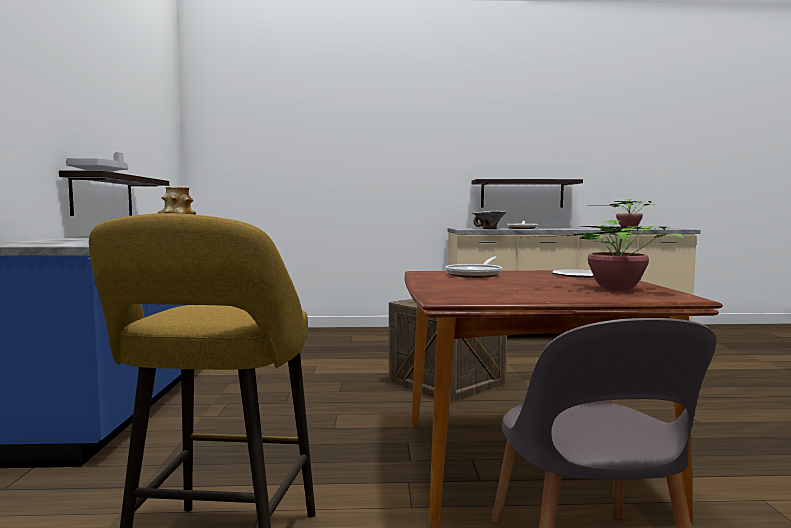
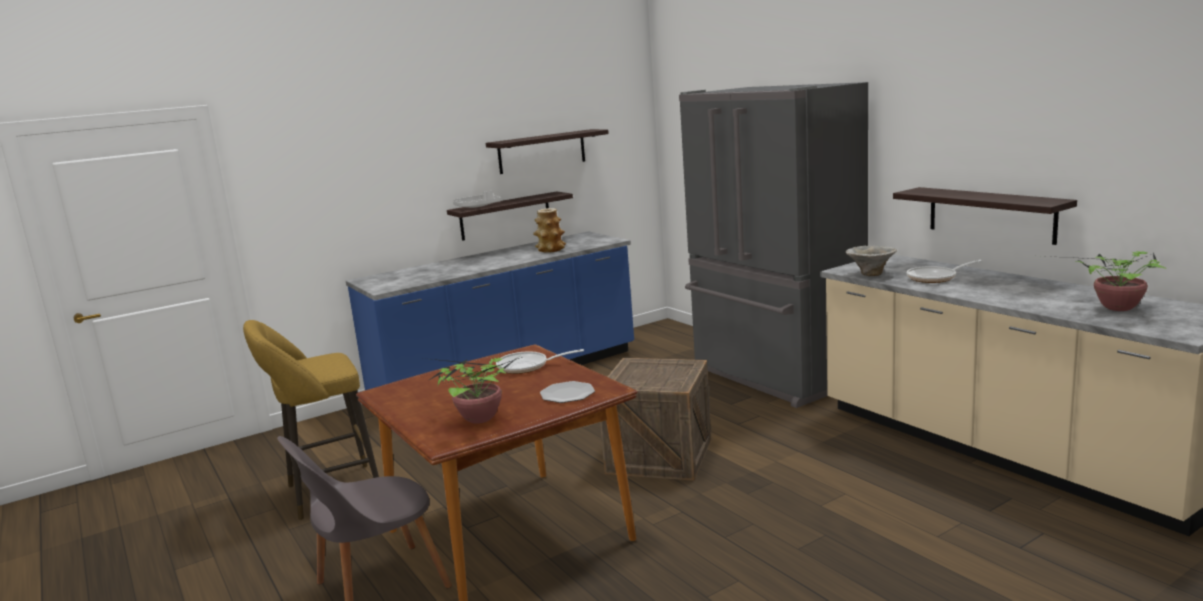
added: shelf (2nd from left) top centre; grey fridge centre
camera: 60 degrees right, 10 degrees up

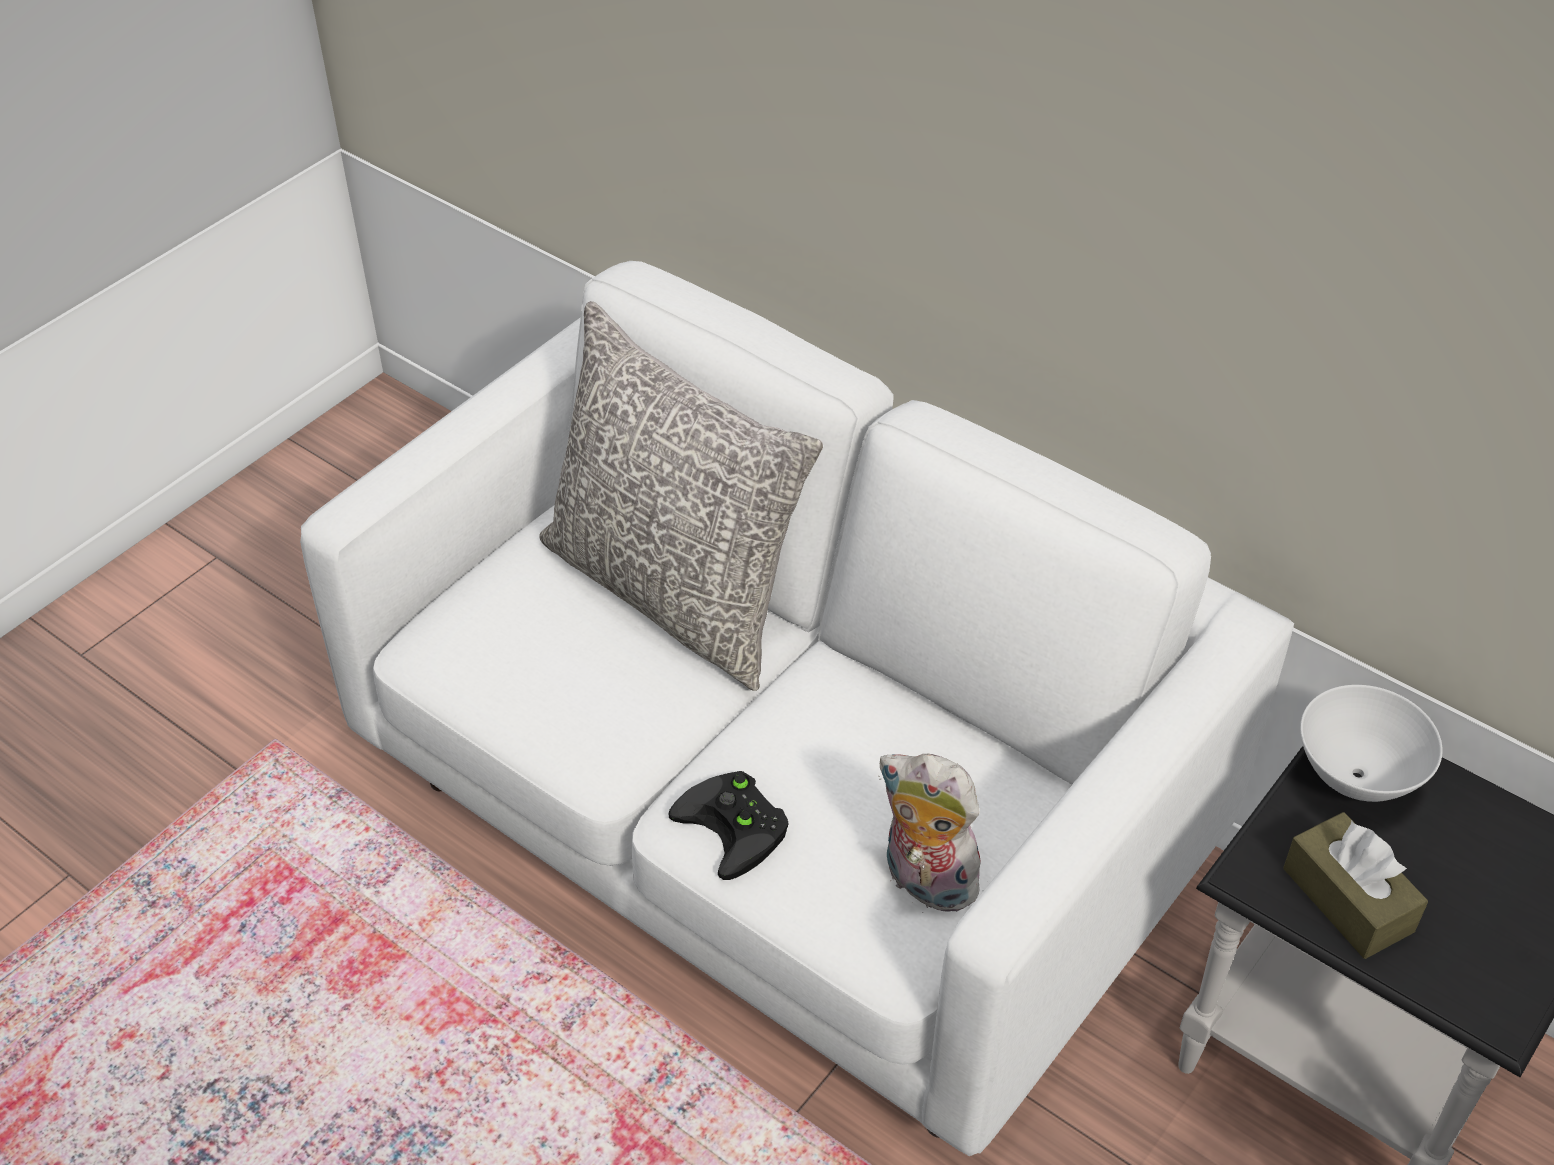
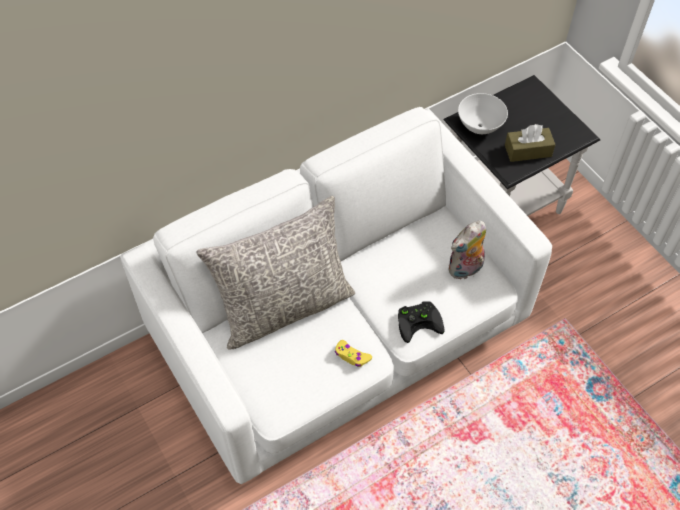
added: yellow game controller bottom centre
camera: 70 degrees left, 10 degrees up

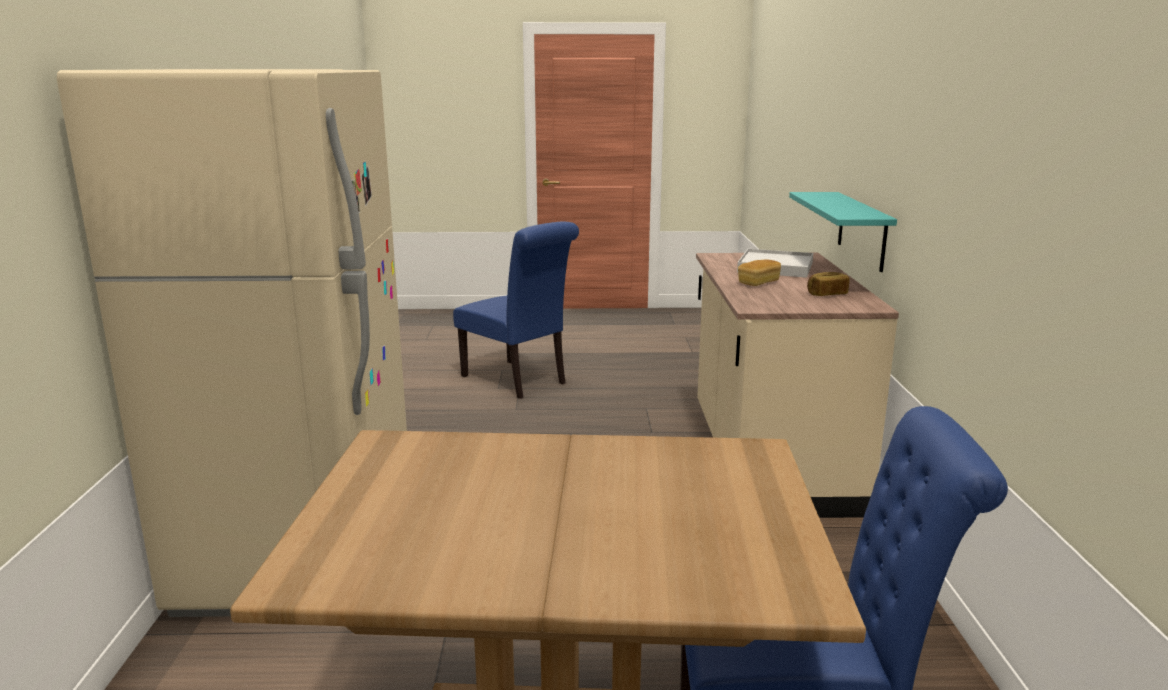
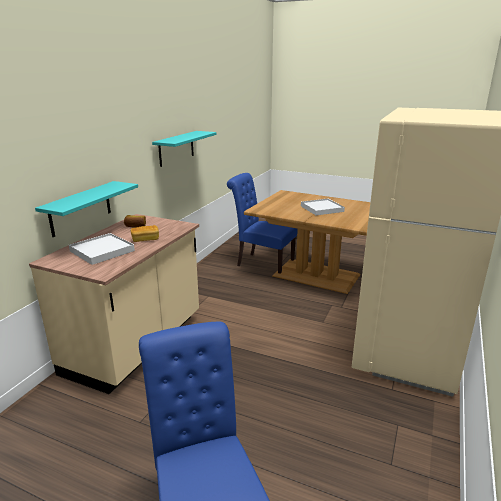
added: turquoise shelf (2nd from left) top centre; white tray (2nd from left) centre
camera: 155 degrees left, 5 degrees up

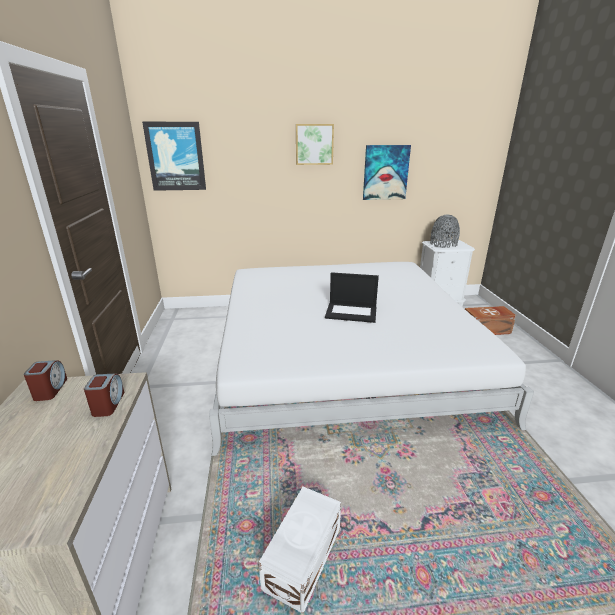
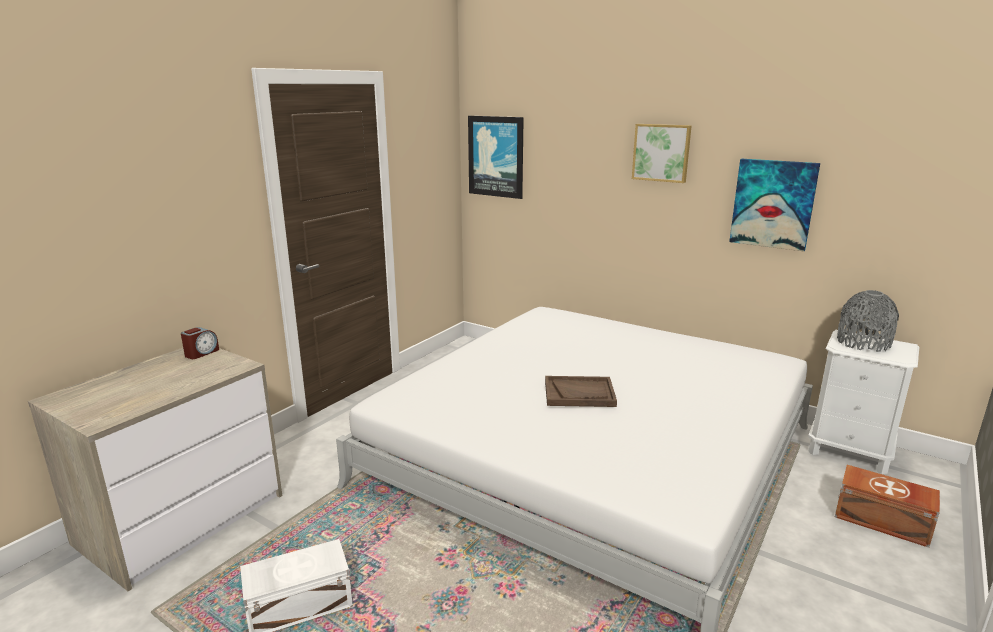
removed: alarm clock (2nd from left) middle left
replaced: laptop centre to brown tray centre
camera: 40 degrees right, 5 degrees down

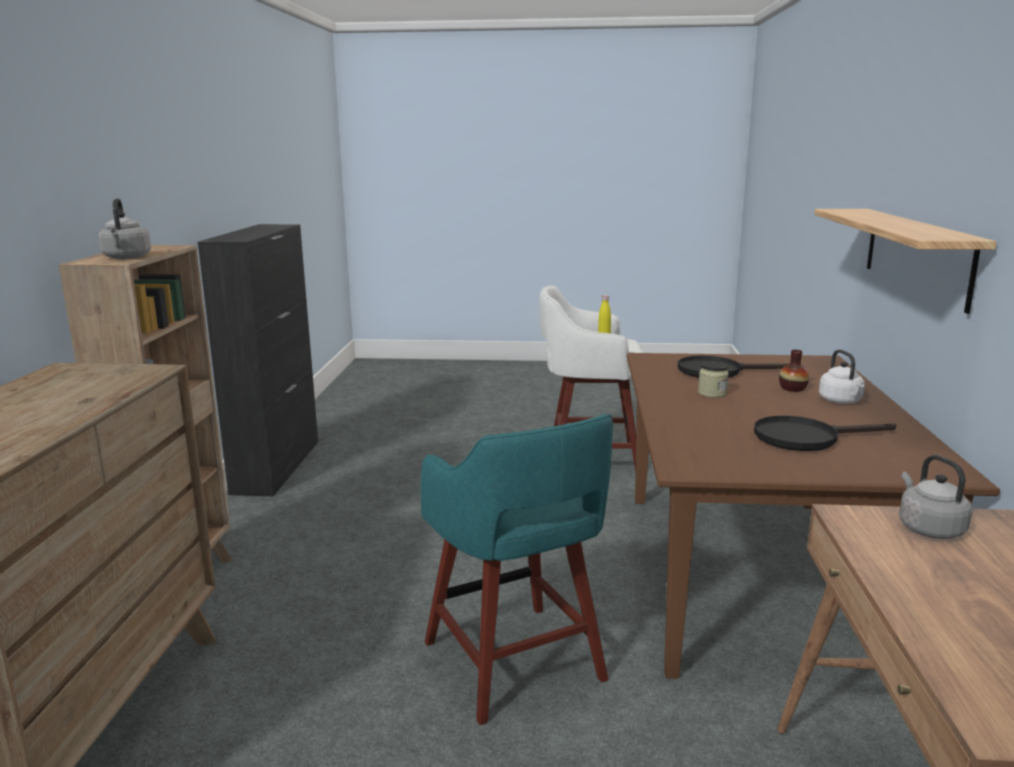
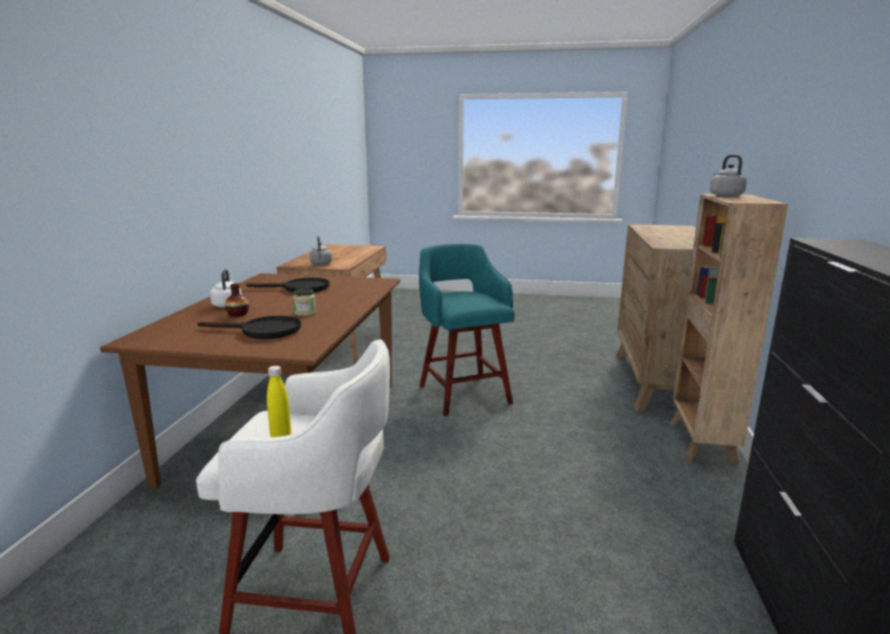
removed: shelf middle right
camera: 175 degrees left, 0 degrees up

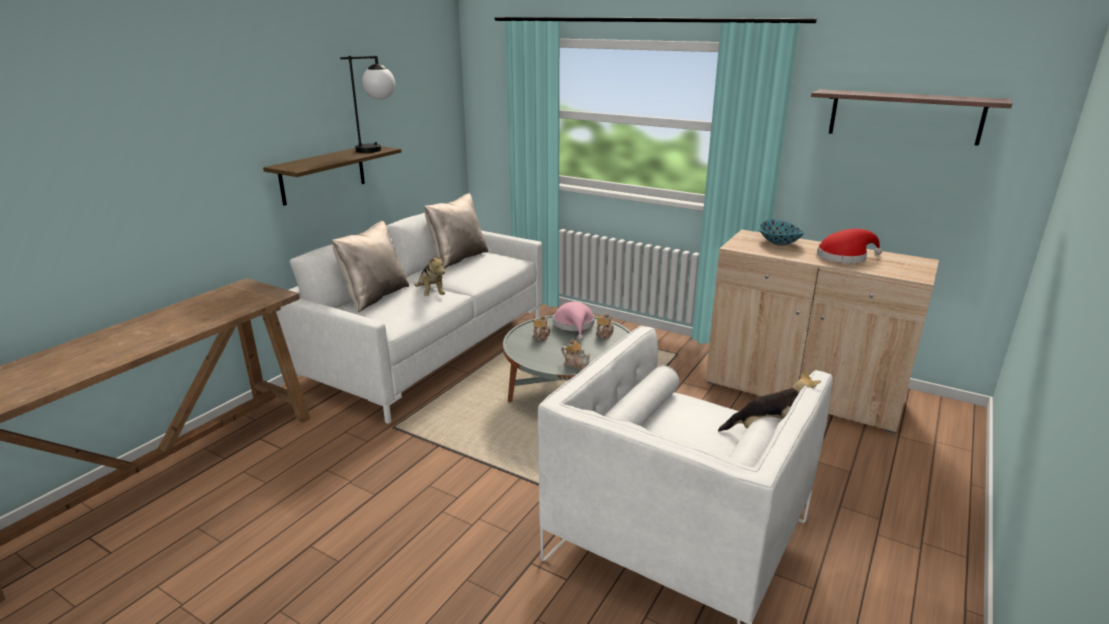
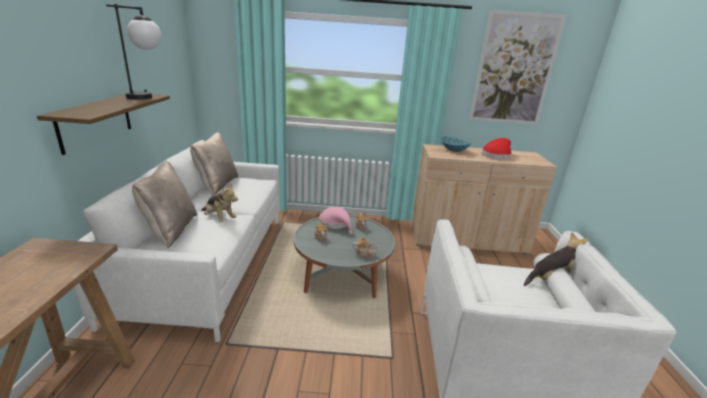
replaced: shelf (2nd from left) top right to picture top right
camera: 30 degrees left, 0 degrees up

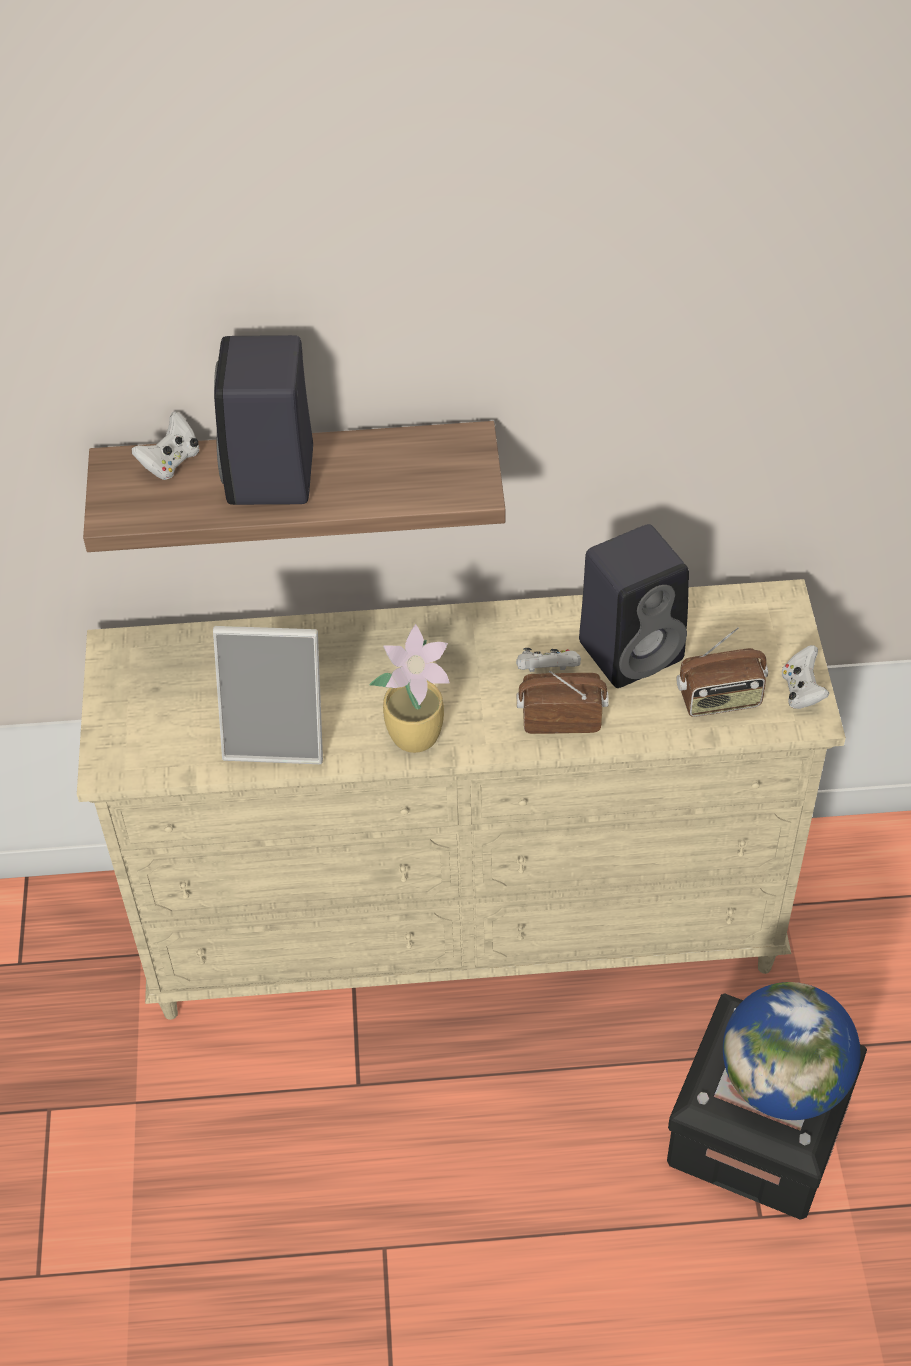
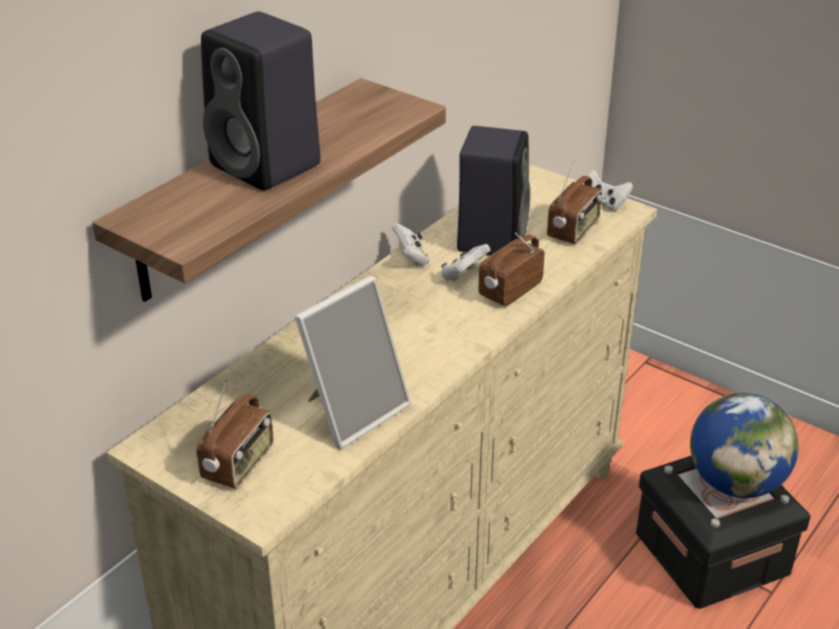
removed: potted plant centre
added: radio (1st from left) bottom left
moved: white game controller (1st from left) top left to centre
camera: 50 degrees left, 15 degrees down

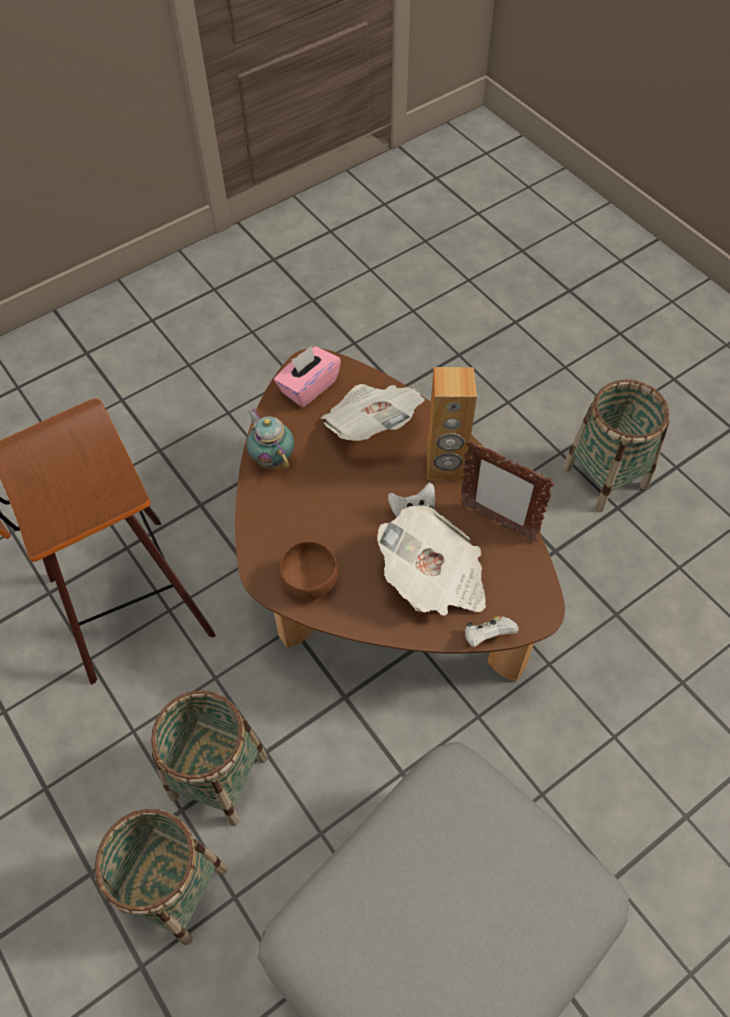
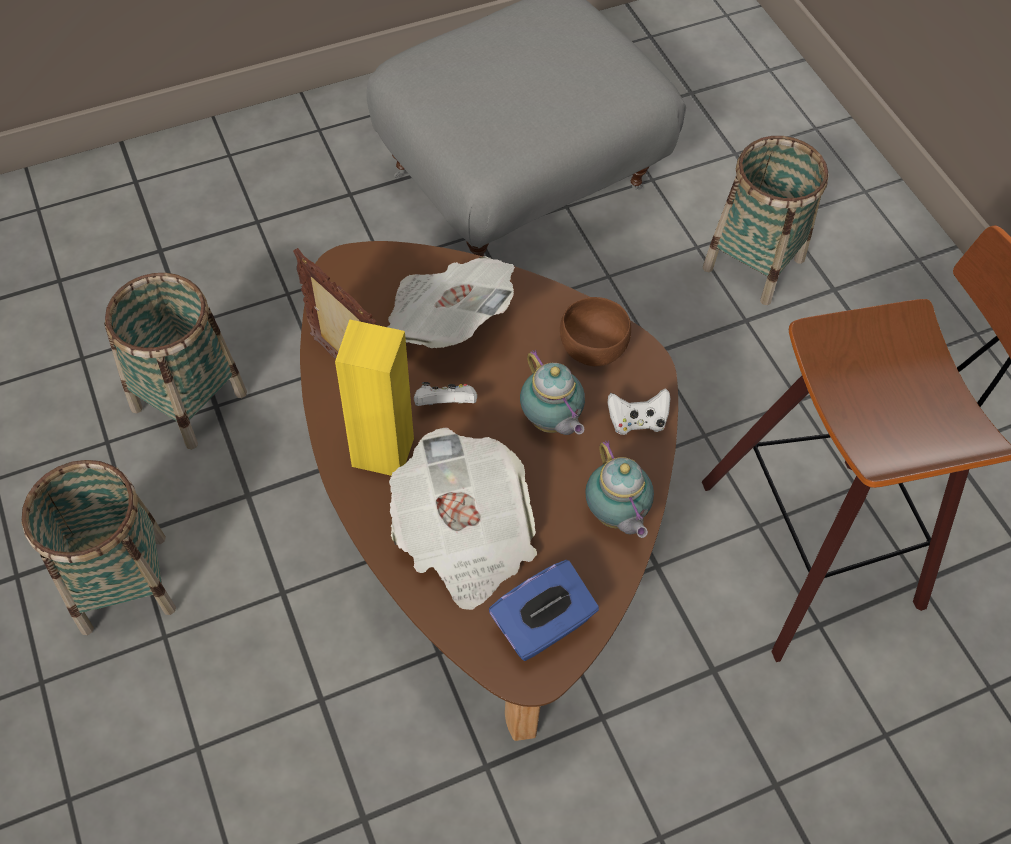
added: teapot (1st from left) centre
moved: basket (2nd from left) bottom left to middle left; white game controller (2nd from left) middle right to centre
recoloured: brown speaker centre to yellow speaker centre; pink tissue box centre to blue tissue box bottom centre
camera: 170 degrees left, 0 degrees up

